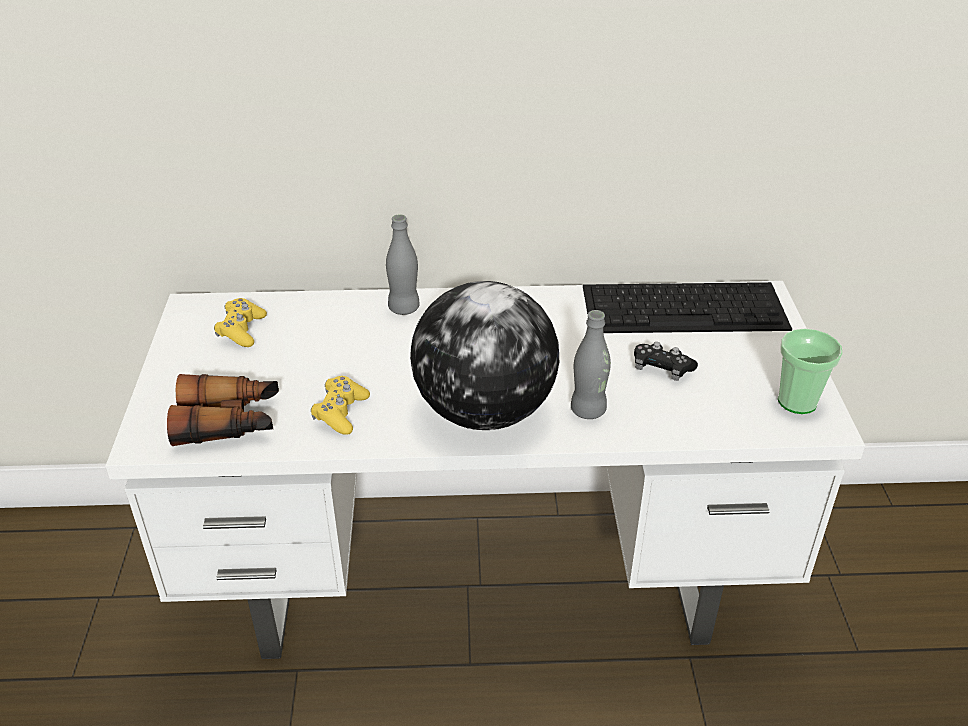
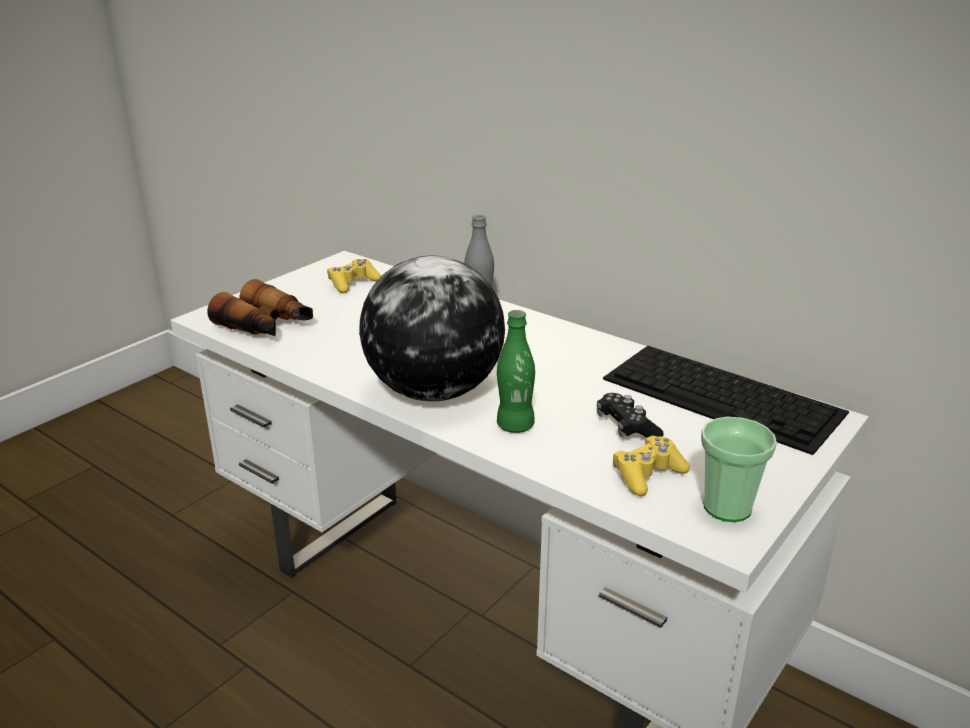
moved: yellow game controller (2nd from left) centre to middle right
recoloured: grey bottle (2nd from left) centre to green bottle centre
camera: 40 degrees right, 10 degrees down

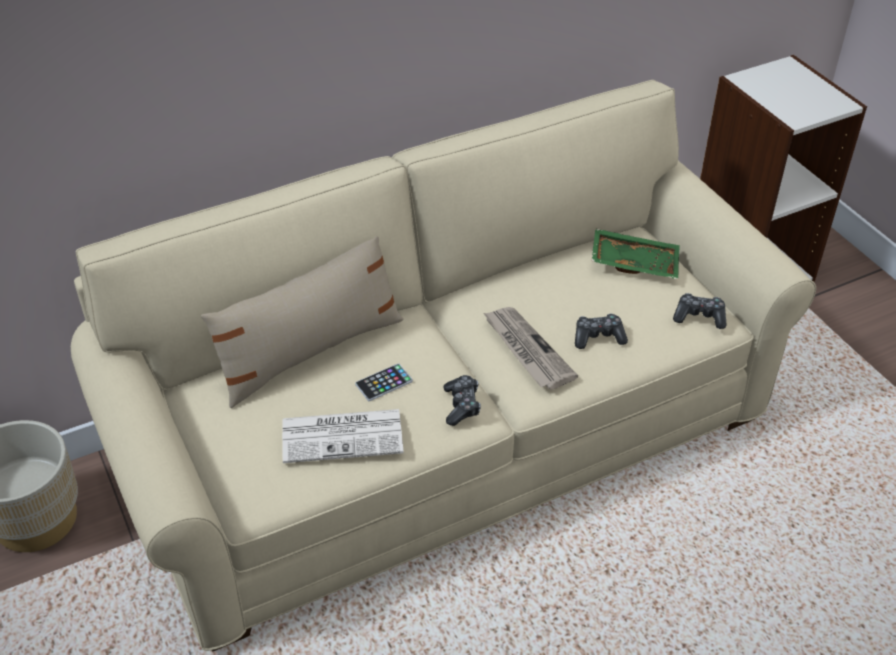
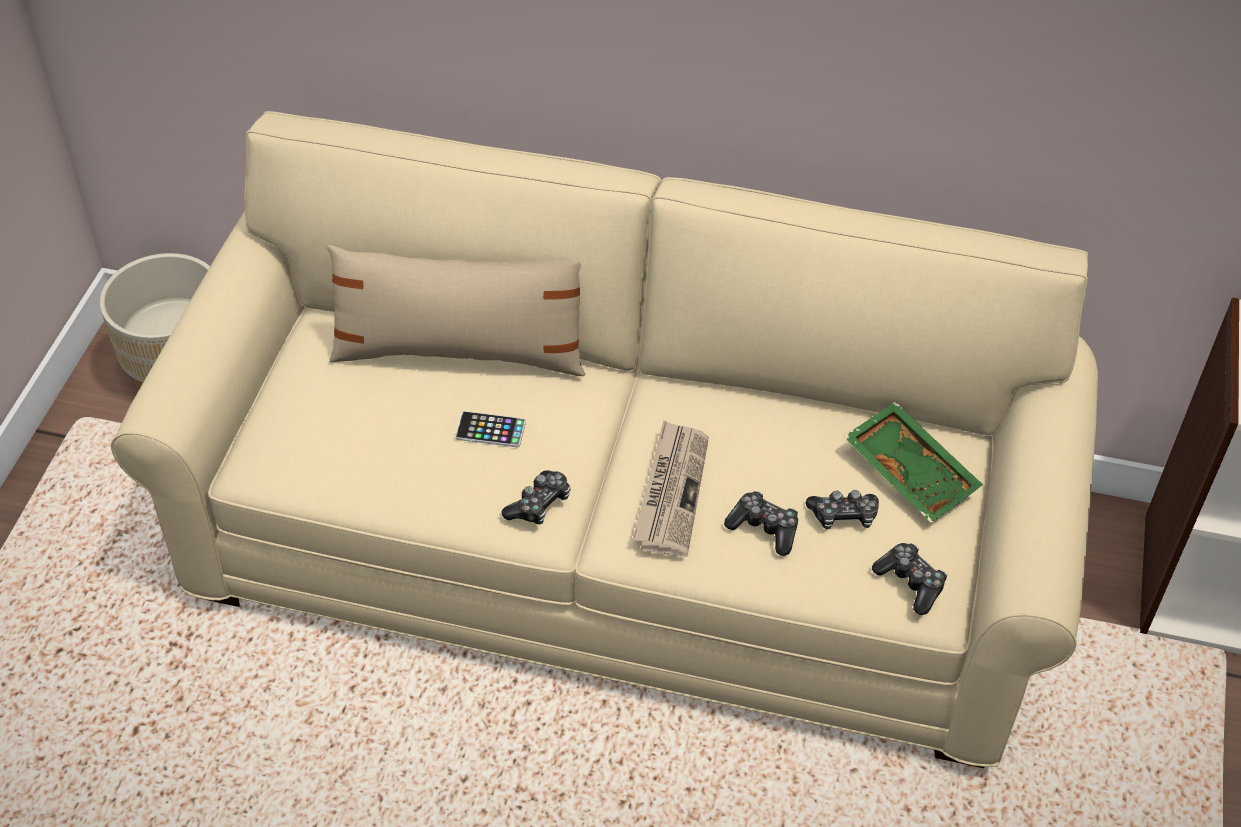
removed: newspaper (1st from left) centre
added: game controller (3rd from left) middle right
camera: 40 degrees right, 5 degrees up

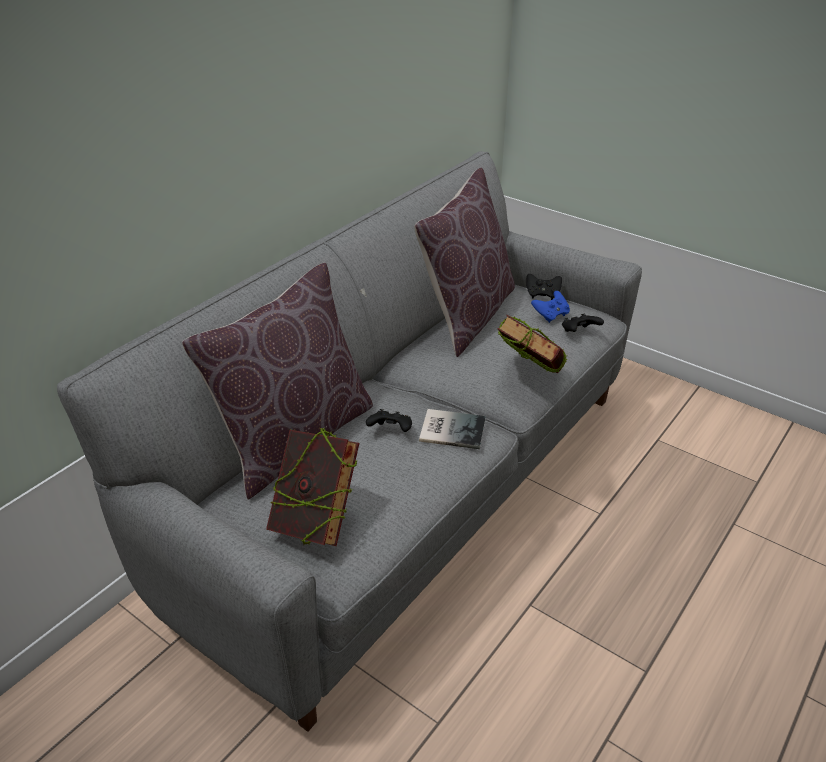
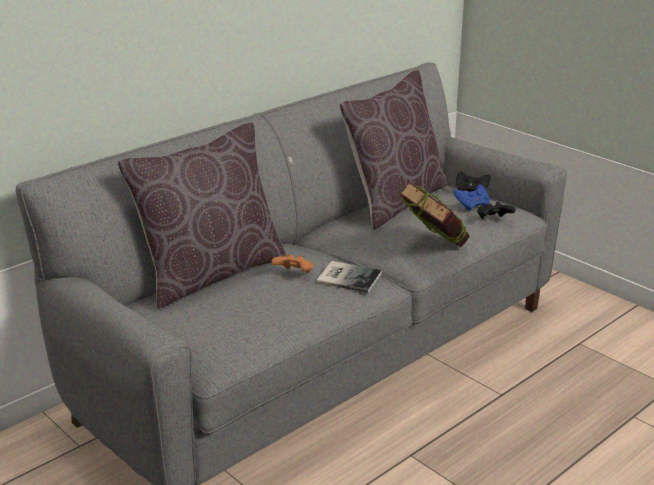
removed: book (1st from left) centre
recoloured: black game controller (1st from left) centre to orange game controller centre
camera: 10 degrees right, 10 degrees down

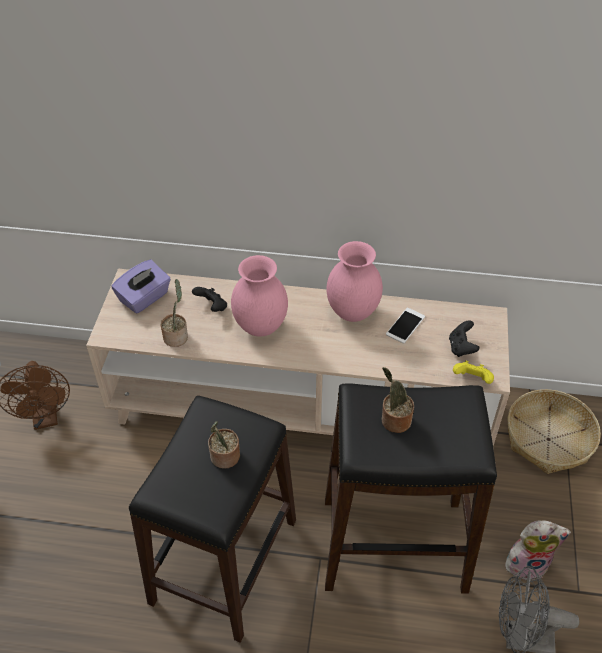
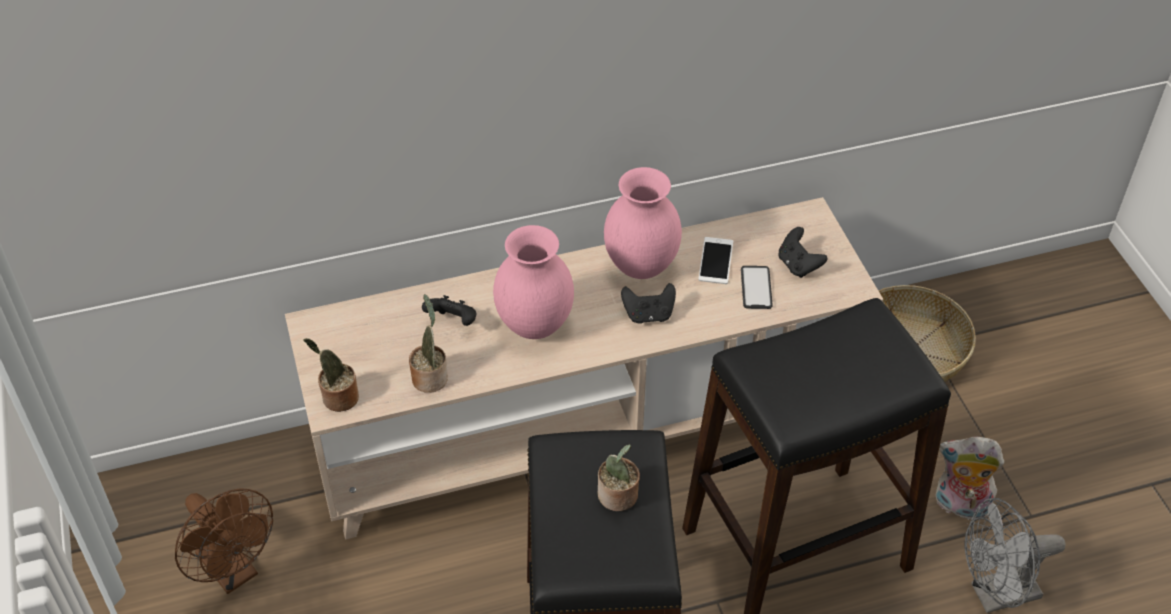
removed: purple tissue box middle left; yellow game controller middle right
added: black game controller (2nd from left) centre; phone (2nd from left) centre
moved: potted plant (3rd from left in the first image) centre to potted plant (1st from left) middle left
turned: plush toy bottom right = bottom right 135 degrees counterclockwise
camera: 25 degrees left, 0 degrees up

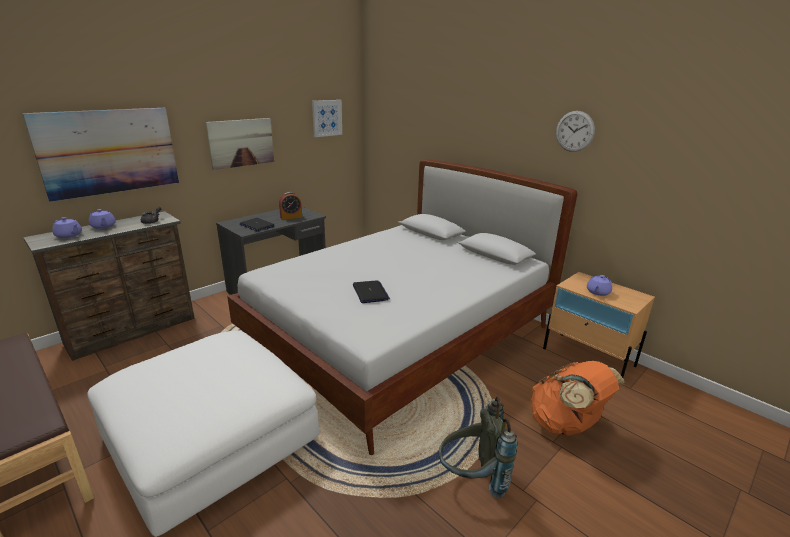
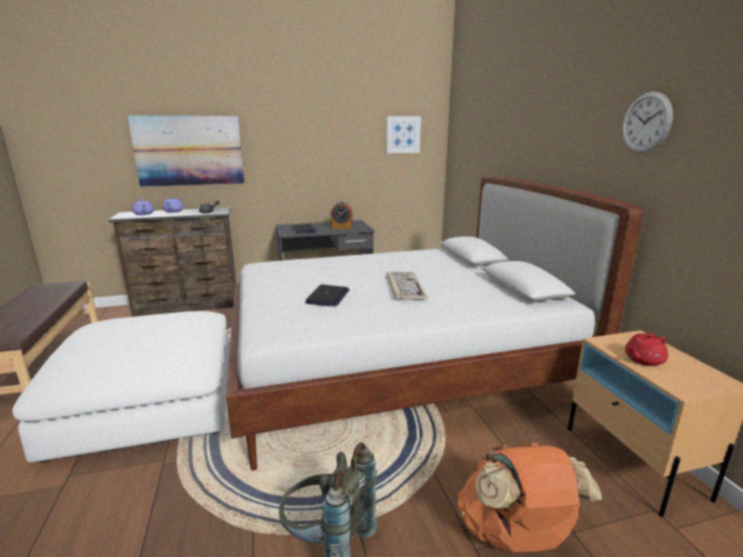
removed: picture (2nd from left) top left
added: keyboard centre
recoloured: purple teapot (3rd from left) middle right to red teapot middle right
camera: 30 degrees right, 5 degrees down

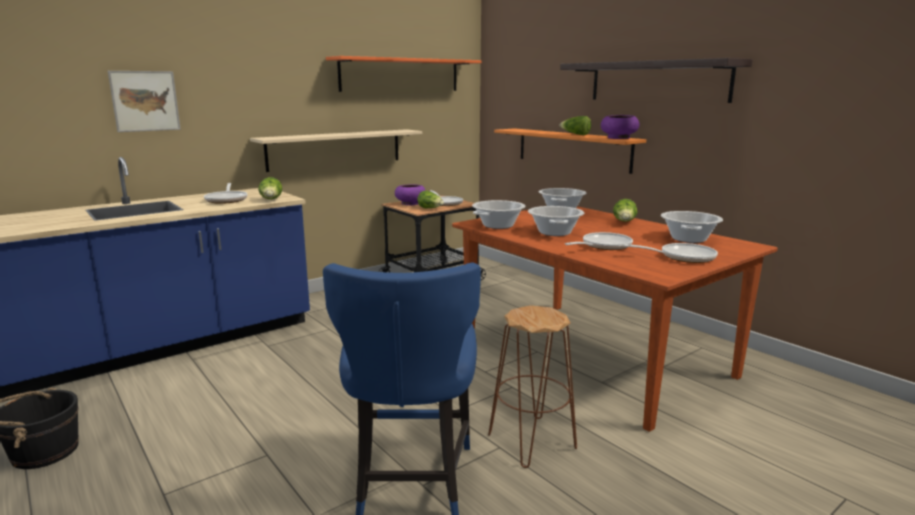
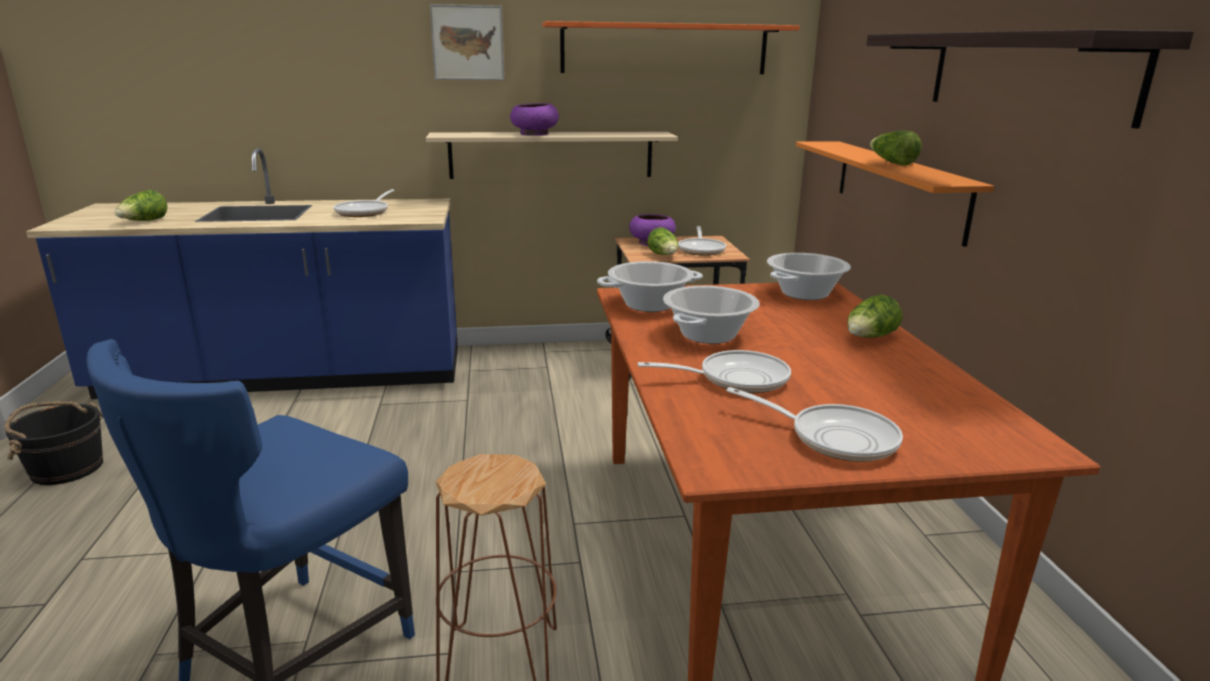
removed: cooking pot (4th from left) middle right
moved: lettuce (1st from left) middle left to top left; picture top left to top centre; purple bowl (2nd from left in the first image) top right to purple bowl (1st from left) top centre
camera: 30 degrees right, 5 degrees up

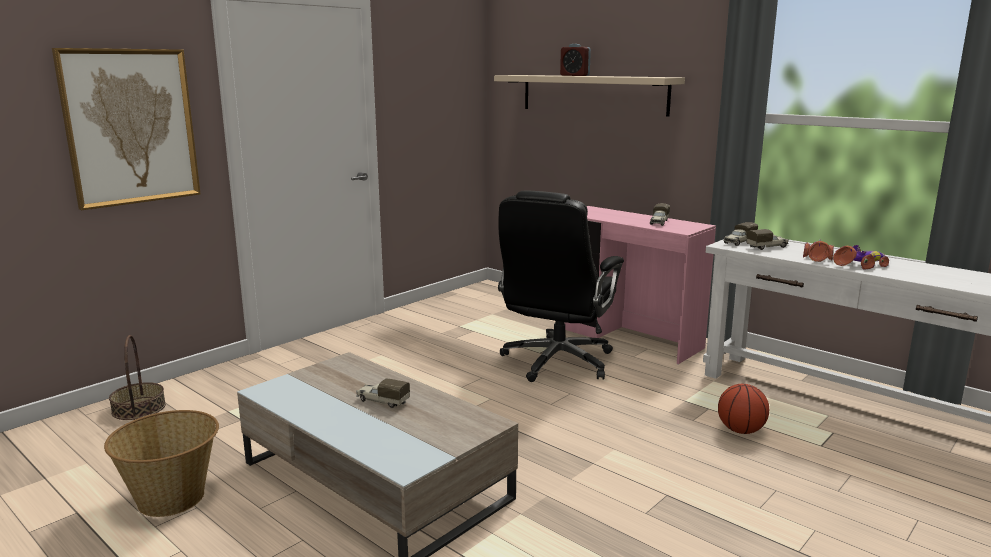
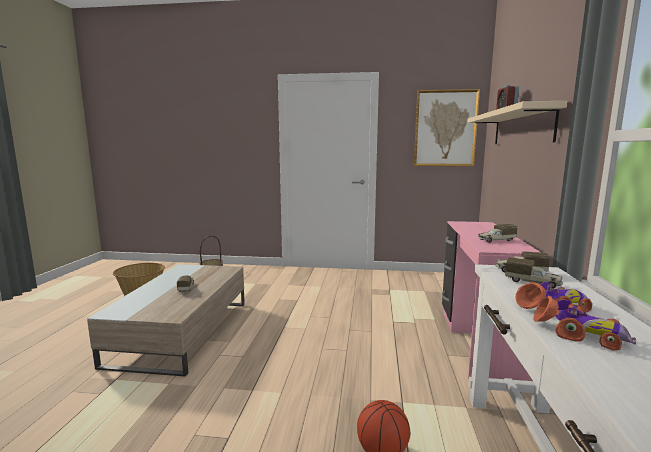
removed: black office chair centre
moved: picture top left to top right
camera: 55 degrees right, 5 degrees down

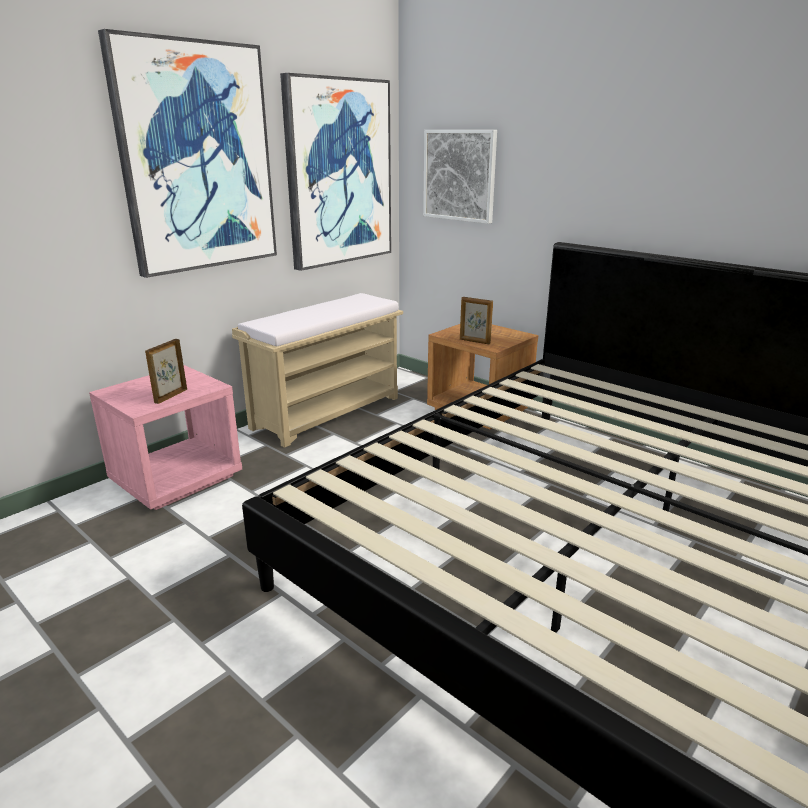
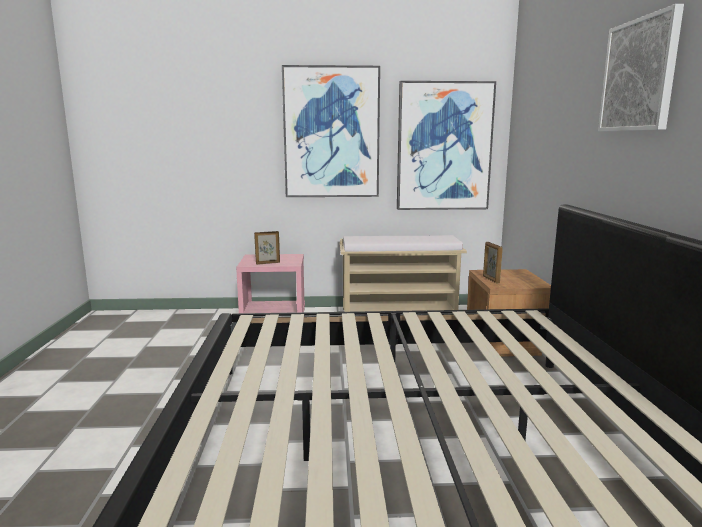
moved: picture (3rd from left) top centre to top right
camera: 45 degrees right, 10 degrees down

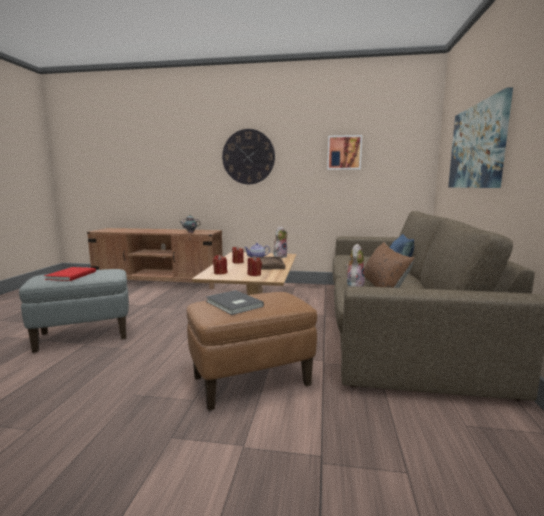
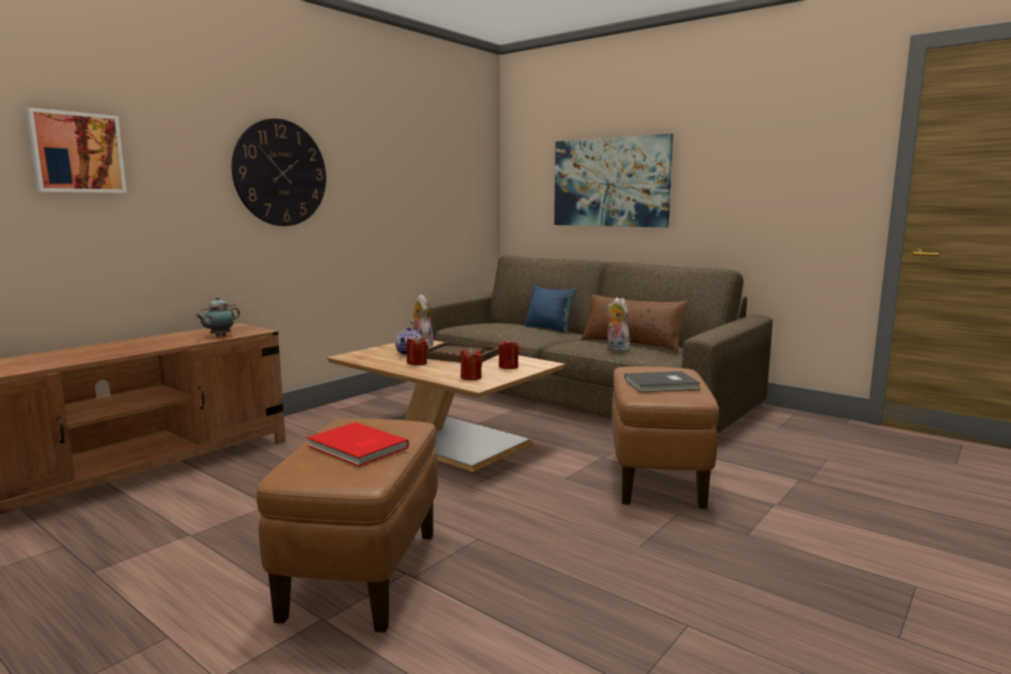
moved: picture (1st from left) top centre to top left
recoloured: grey ottoman middle left to brown ottoman (1st from left) bottom centre
camera: 60 degrees left, 0 degrees up

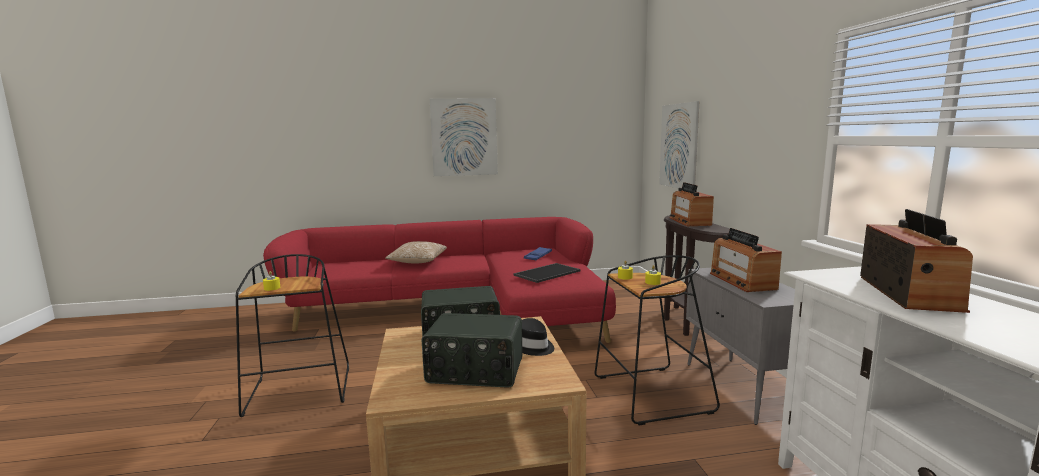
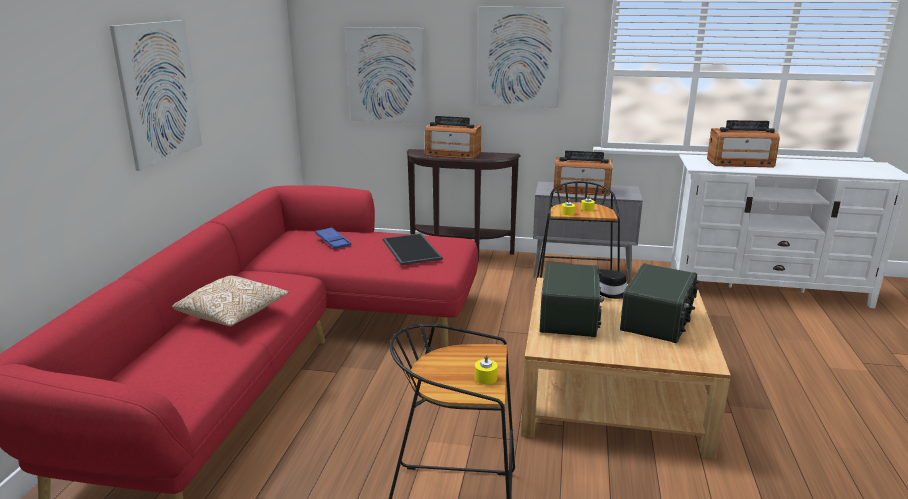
added: picture (3rd from left) top centre
turned: radio (5th from left) middle right = top right 150 degrees clockwise
camera: 70 degrees left, 10 degrees up

